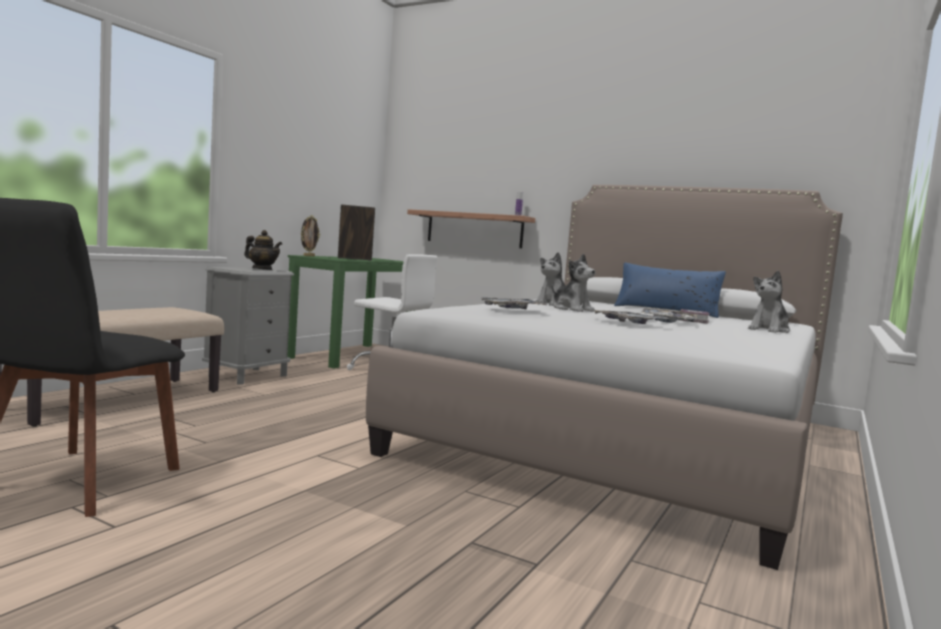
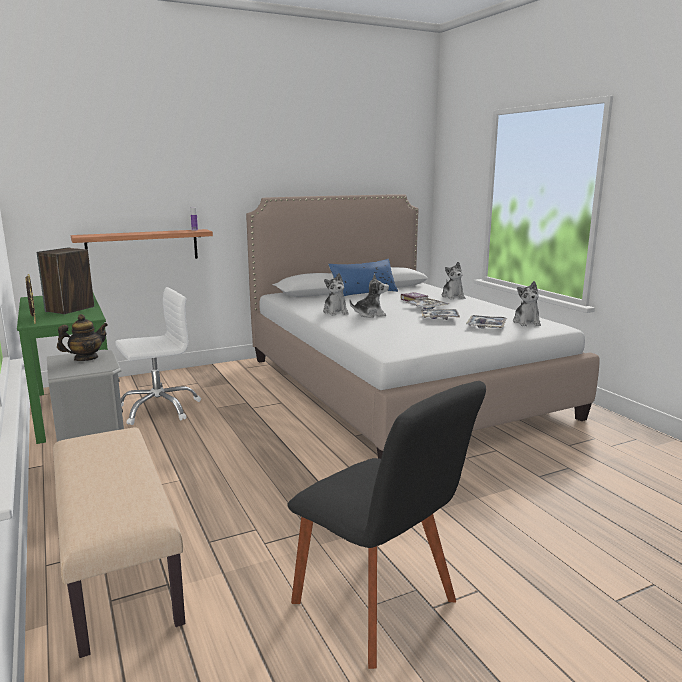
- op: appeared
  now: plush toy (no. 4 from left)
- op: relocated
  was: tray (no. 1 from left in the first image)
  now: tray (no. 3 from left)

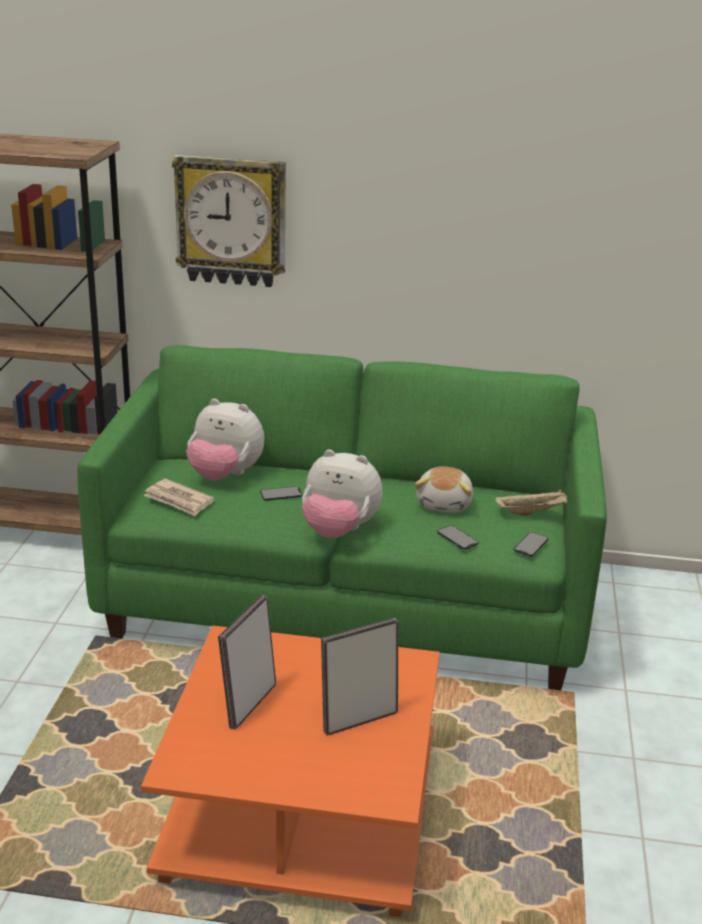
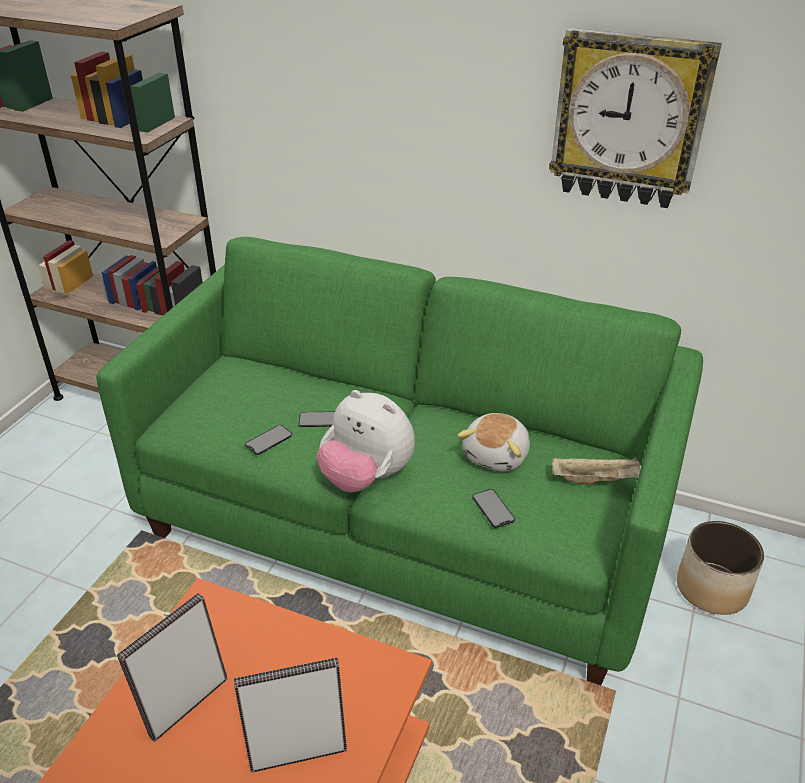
- op: missing
  was: newspaper
- op: missing
  was: plush toy (no. 1 from left)
- op: appeared
  now: planter
- op: relocated
  was: wall clock
- op: relocated
  was: phone (no. 3 from left in the first image)
  now: phone (no. 1 from left)

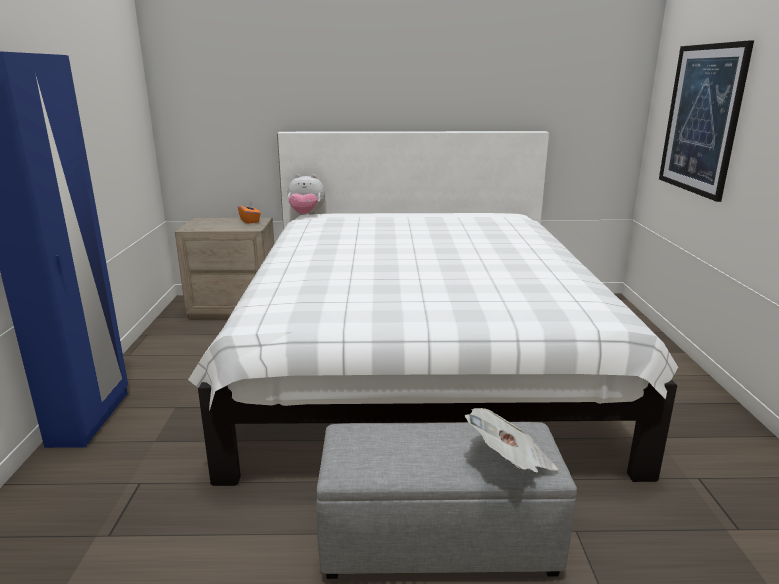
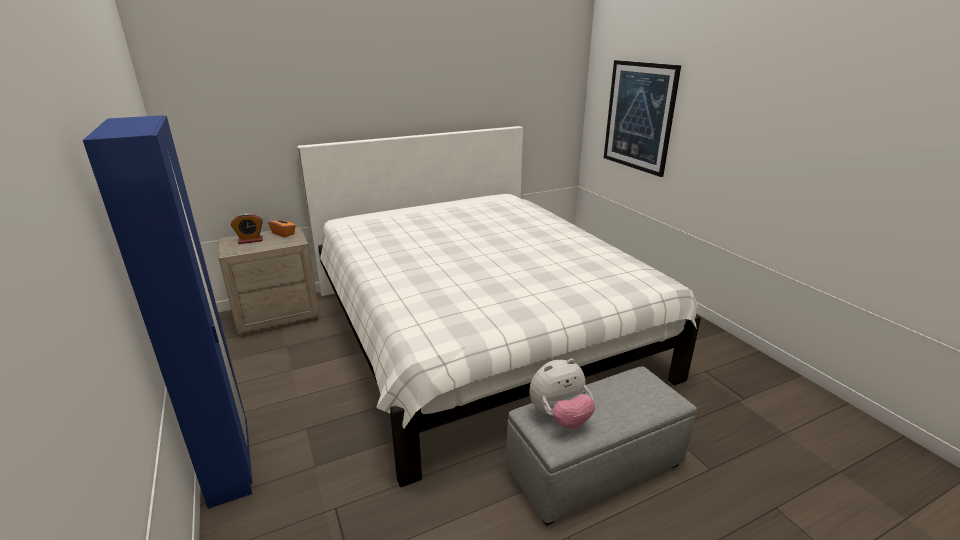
- op: missing
  was: newspaper
- op: appeared
  now: alarm clock
- op: relocated
  was: plush toy

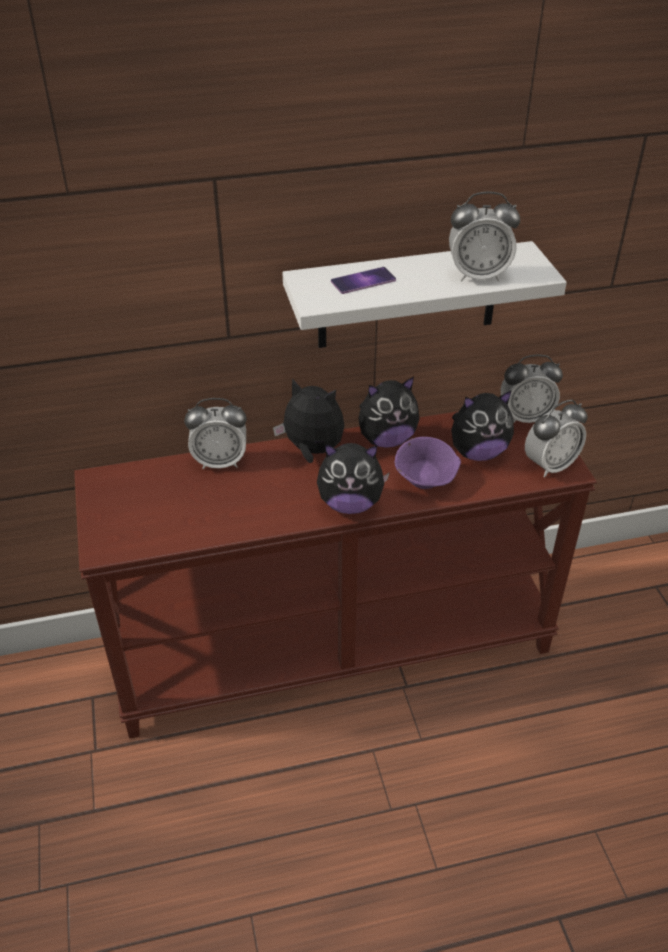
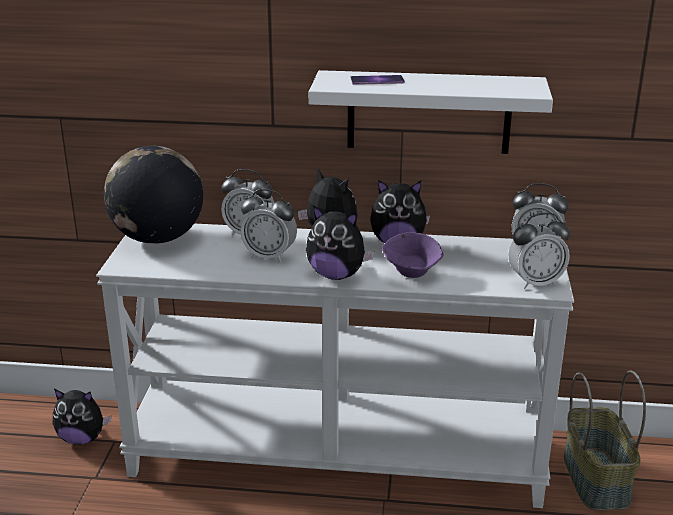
- op: appeared
  now: globe
- op: appeared
  now: basket
- op: relocated
  was: alarm clock (no. 2 from left)
- op: relocated
  was: plush toy (no. 4 from left in the first image)
  now: plush toy (no. 1 from left)
- op: colour
  was: console table in brown
  now: console table in white

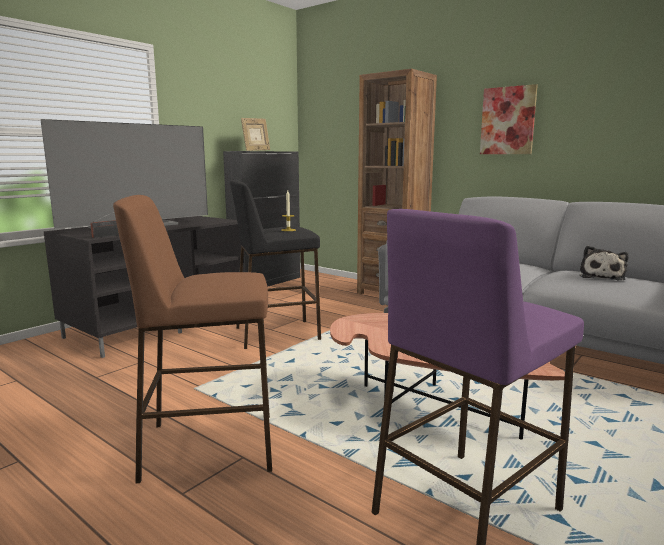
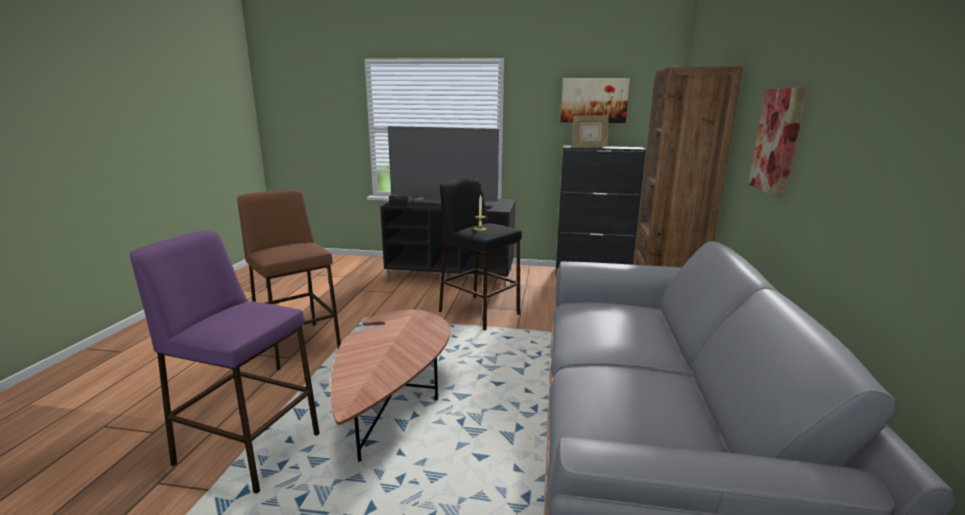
- op: missing
  was: plush toy
- op: appeared
  now: picture (no. 1 from left)

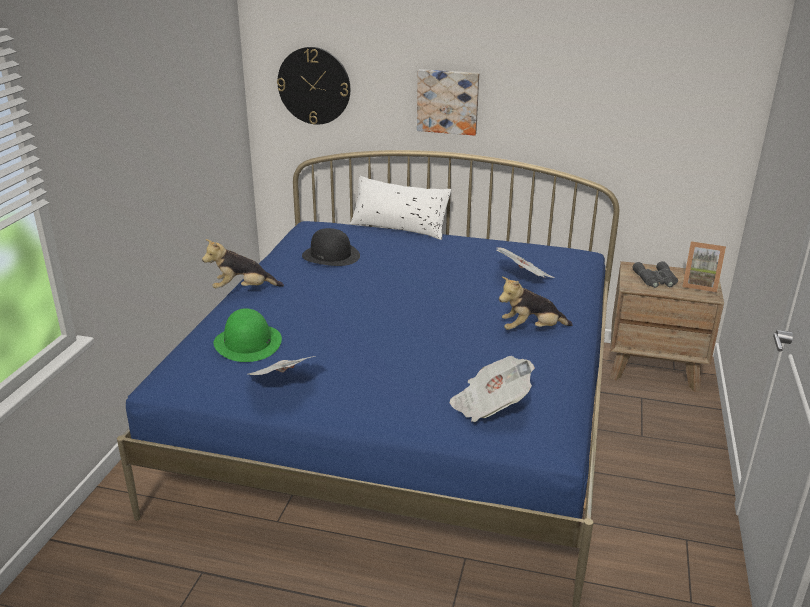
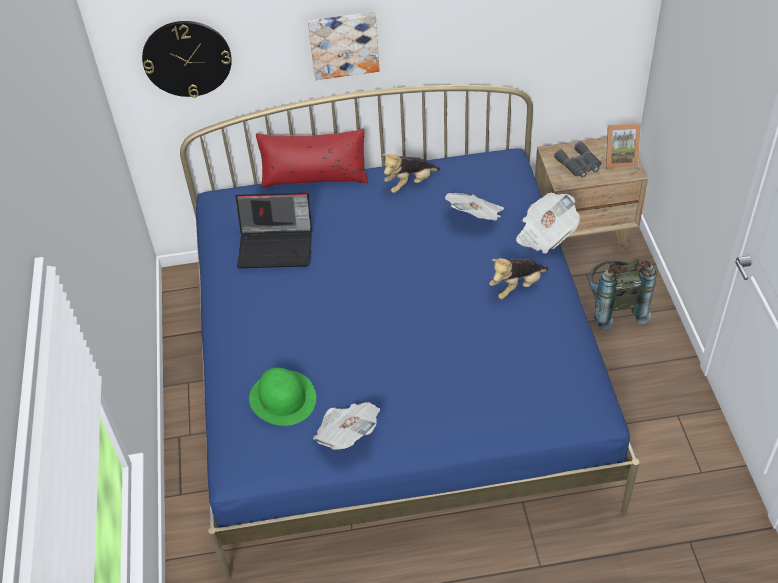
- op: appeared
  now: backpack in grey
- op: relocated
  was: plush toy (no. 1 from left)
- op: relocated
  was: newspaper (no. 2 from left in the first image)
  now: newspaper (no. 3 from left)
- op: exchanged
  was: hat in black
  now: laptop
- op: colour
  was: pillow in white
  now: pillow in red

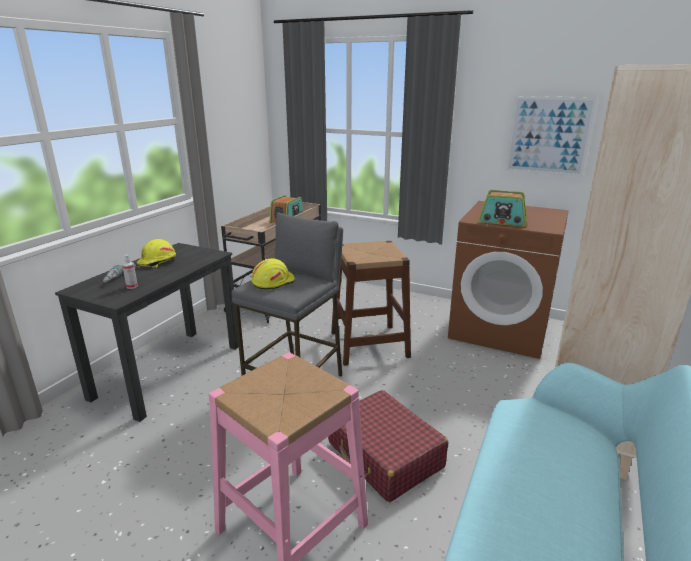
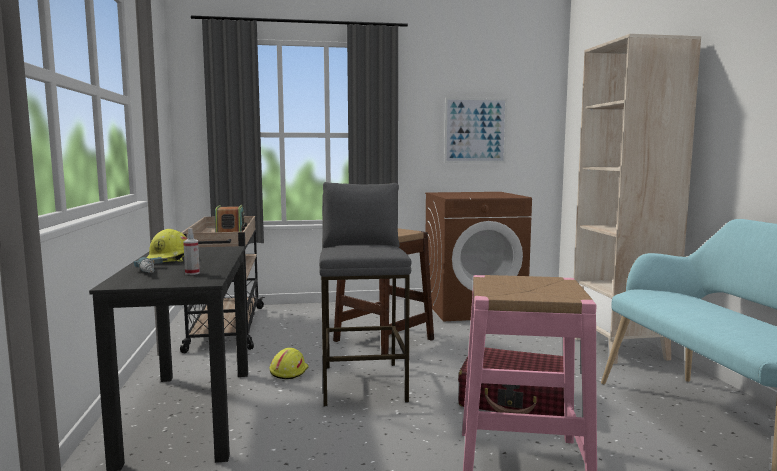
- op: missing
  was: radio (no. 2 from left)
- op: relocated
  was: hard hat in yellow (no. 2 from left)

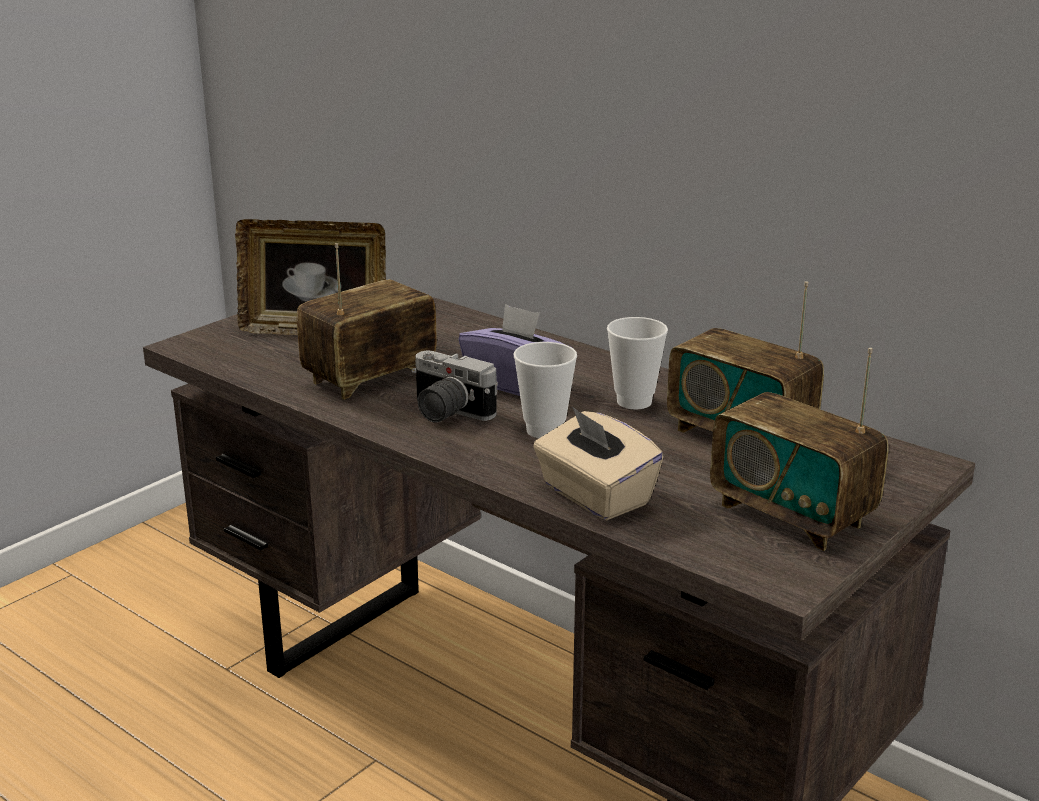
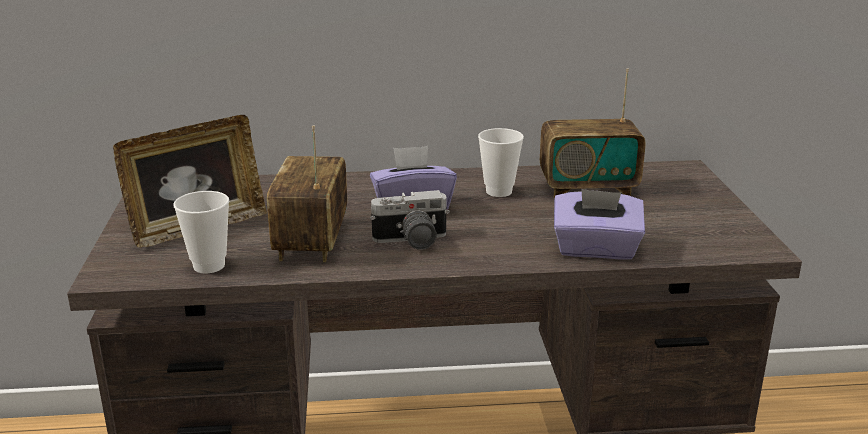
- op: missing
  was: radio (no. 3 from left)
- op: relocated
  was: cup (no. 1 from left)
- op: colour
  was: tissue box in beige
  now: tissue box in purple (no. 2 from left)

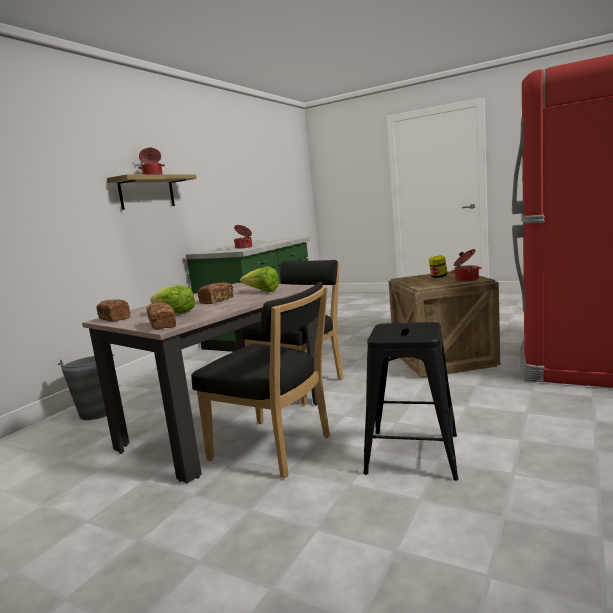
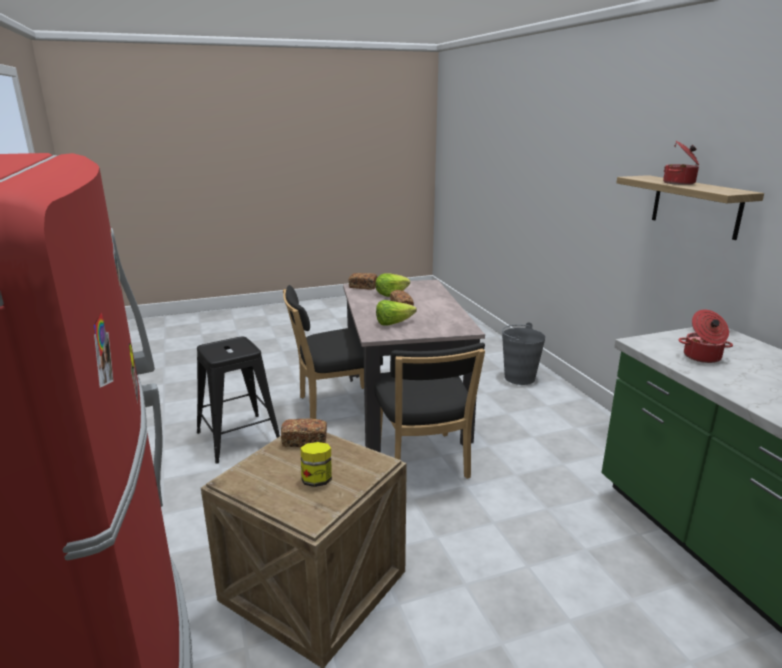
- op: missing
  was: cooking pot (no. 3 from left)
- op: relocated
  was: bread (no. 1 from left)

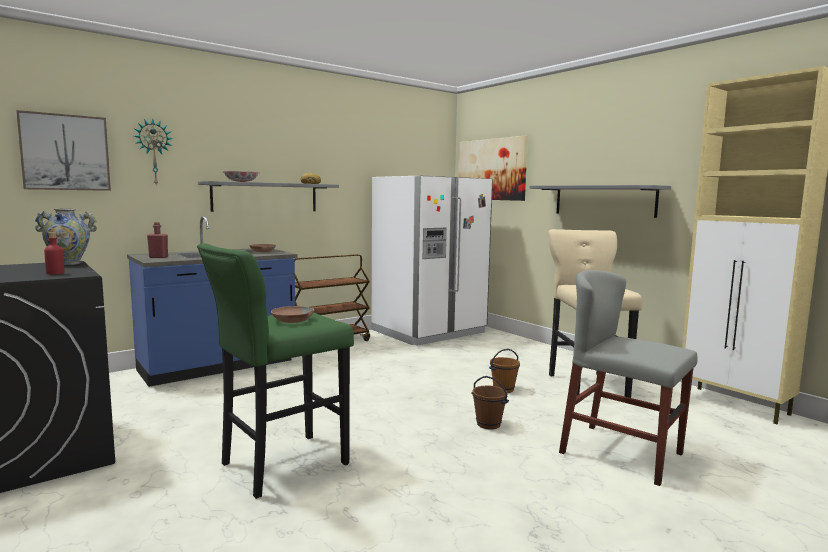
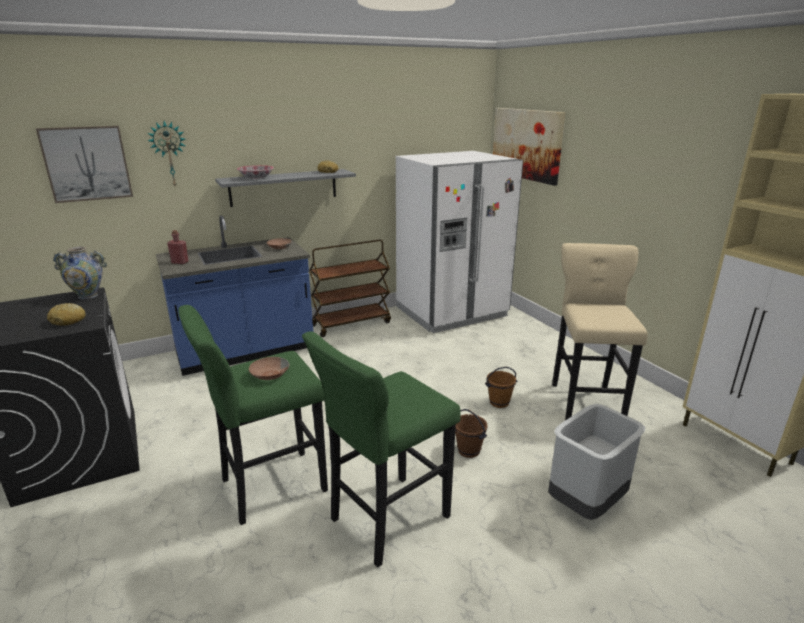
- op: missing
  was: shelf in grey (no. 2 from left)
- op: appeared
  now: stool in green (no. 2 from left)
- op: exchanged
  was: bottle in red (no. 1 from left)
  now: bread (no. 1 from left)
- op: exchanged
  was: chair in grey
  now: trash can in grey

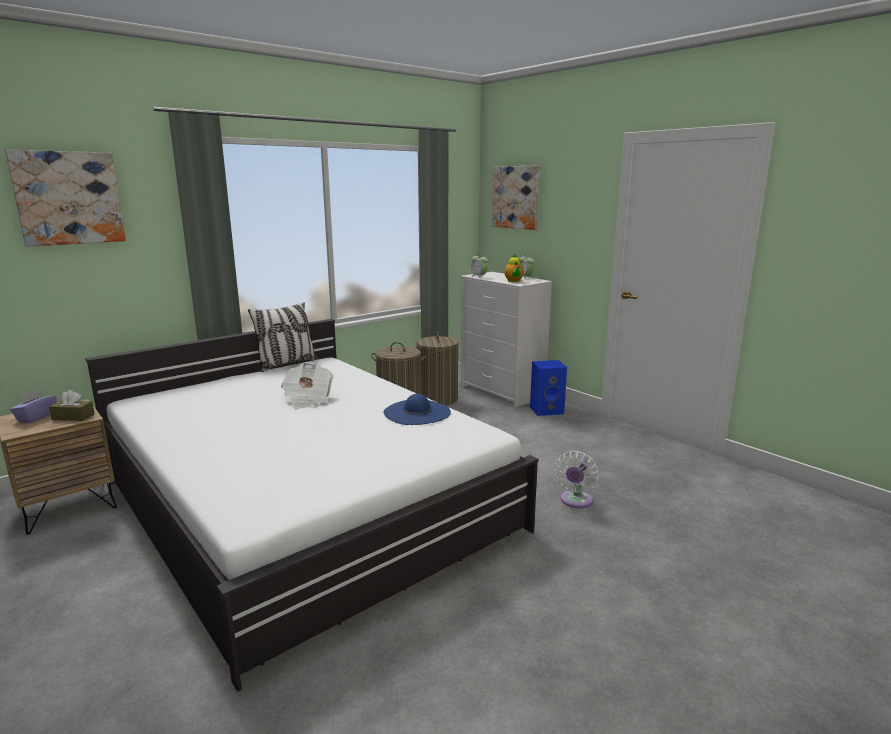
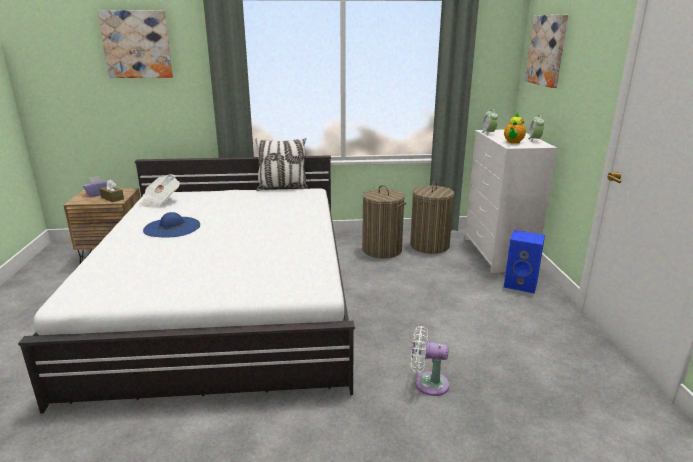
- op: relocated
  was: newspaper
- op: relocated
  was: hat in blue
- op: spun
  was: fan in white
  clockwise: 45

